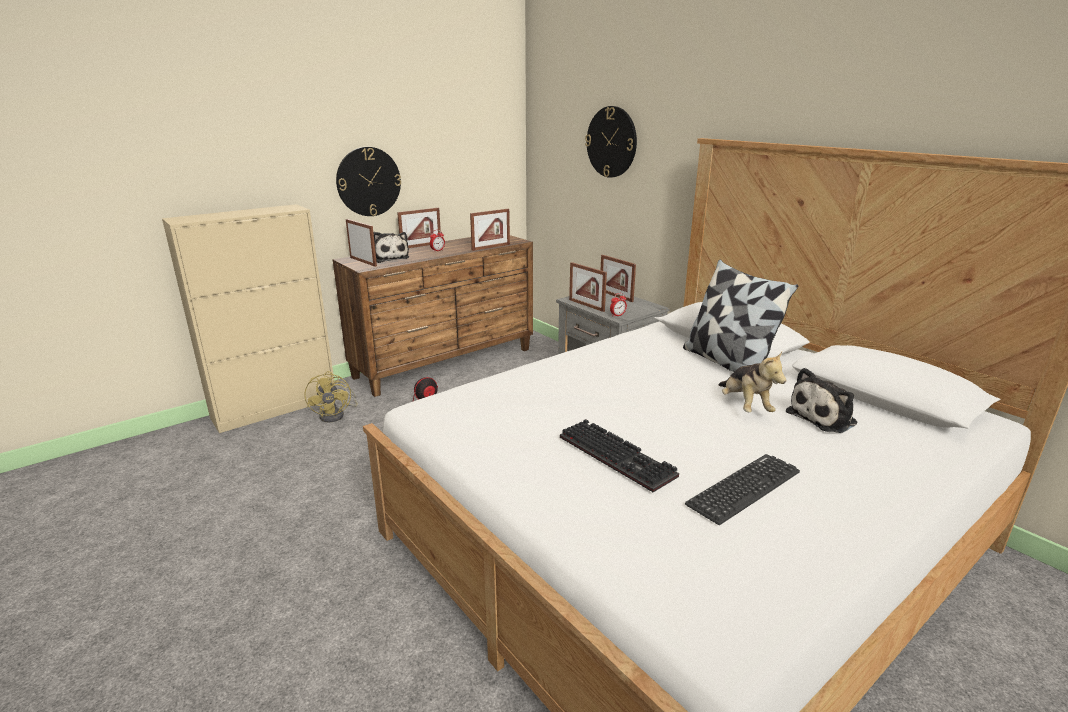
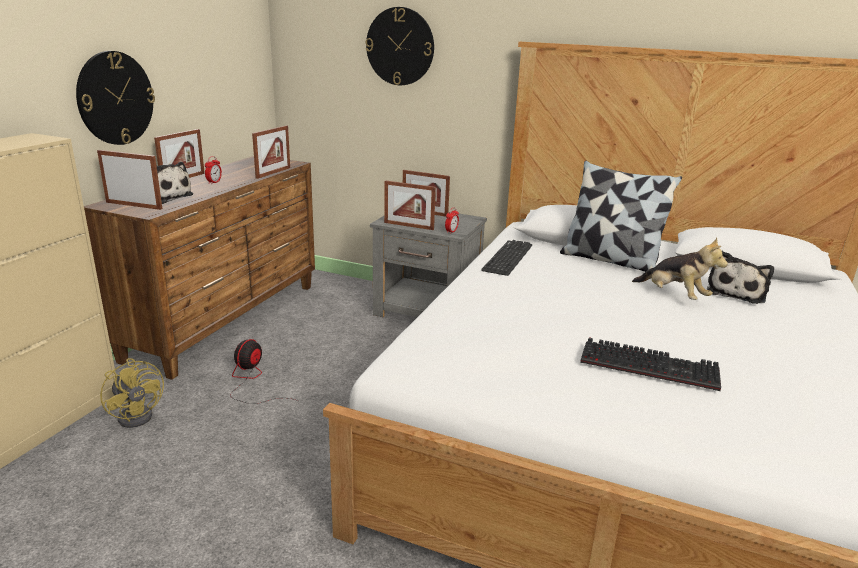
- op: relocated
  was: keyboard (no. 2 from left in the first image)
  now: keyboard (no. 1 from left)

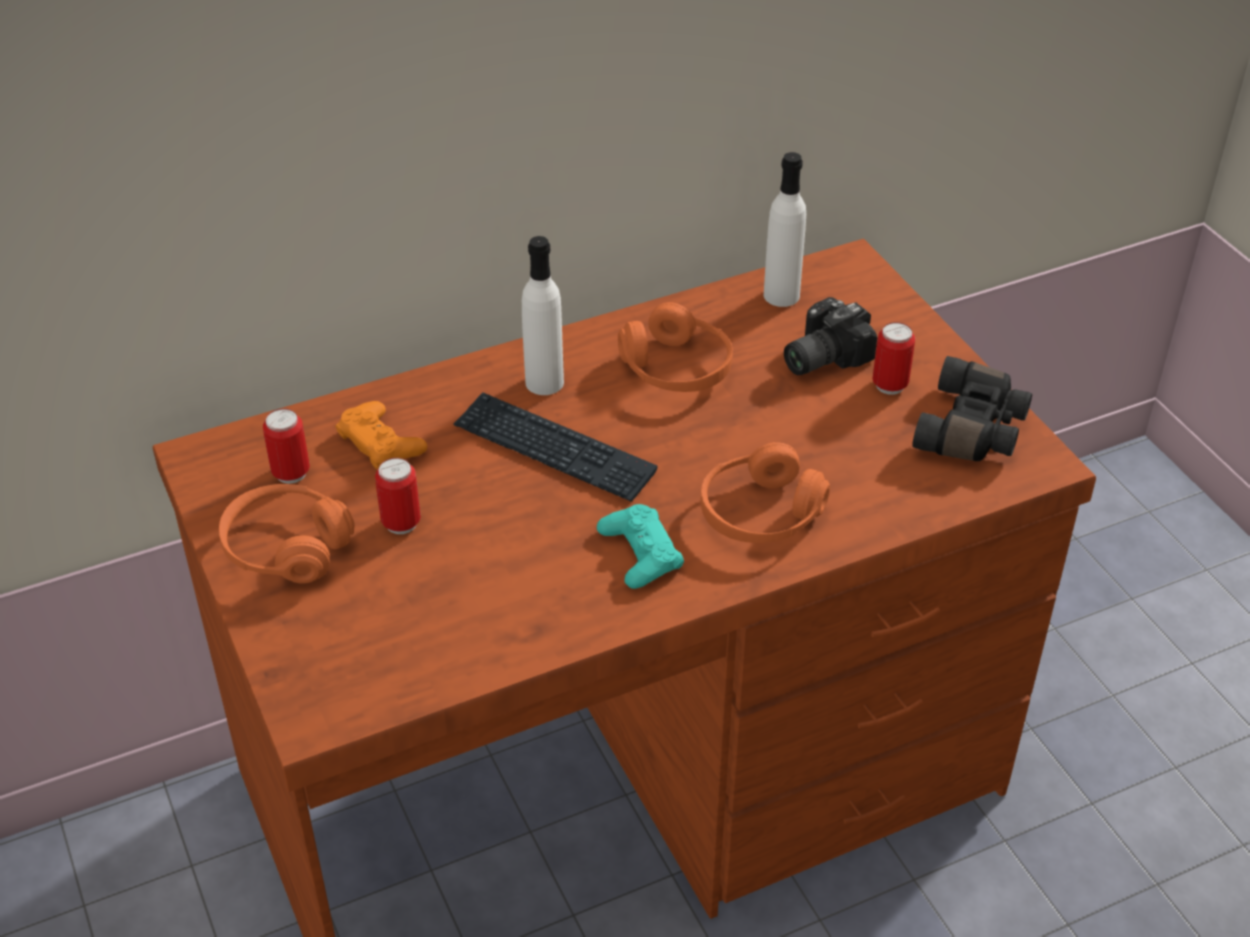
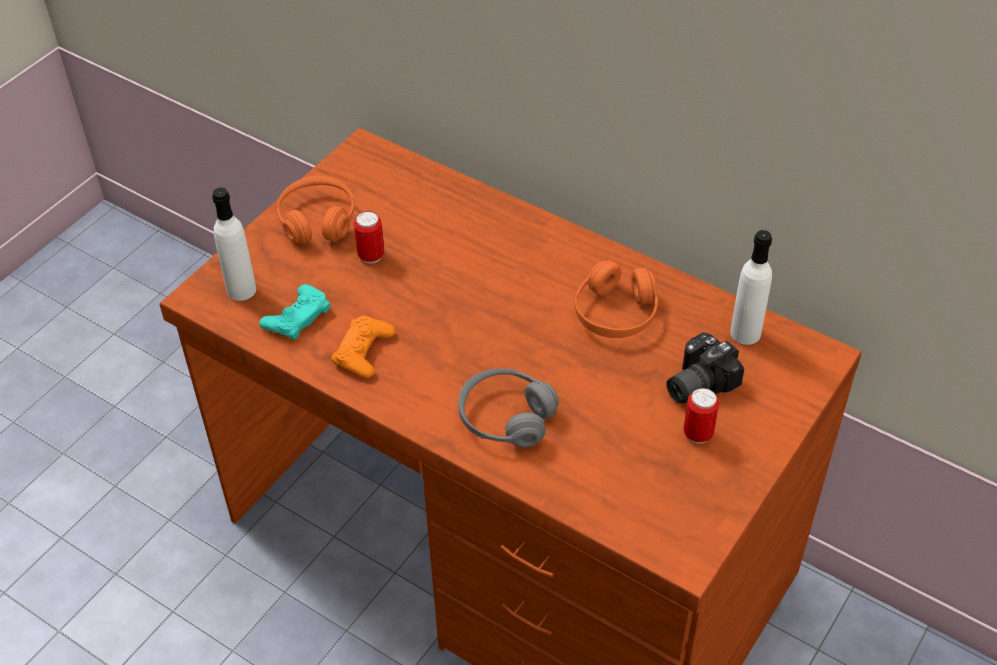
- op: missing
  was: can (no. 1 from left)
- op: missing
  was: keyboard
- op: missing
  was: binoculars in black
- op: relocated
  was: game controller in orange
- op: relocated
  was: bottle in white (no. 1 from left)
- op: relocated
  was: game controller in turquoise
- op: colour
  was: headphones in orange (no. 3 from left)
  now: headphones in grey
- op: spun
  was: photo camera
  clockwise: -60

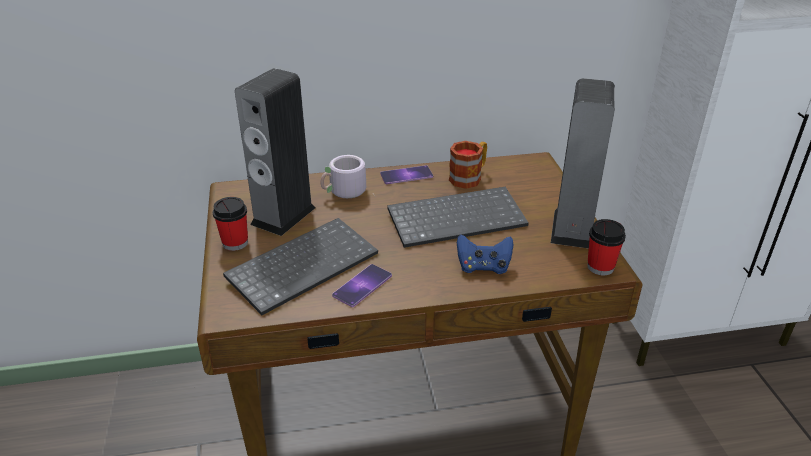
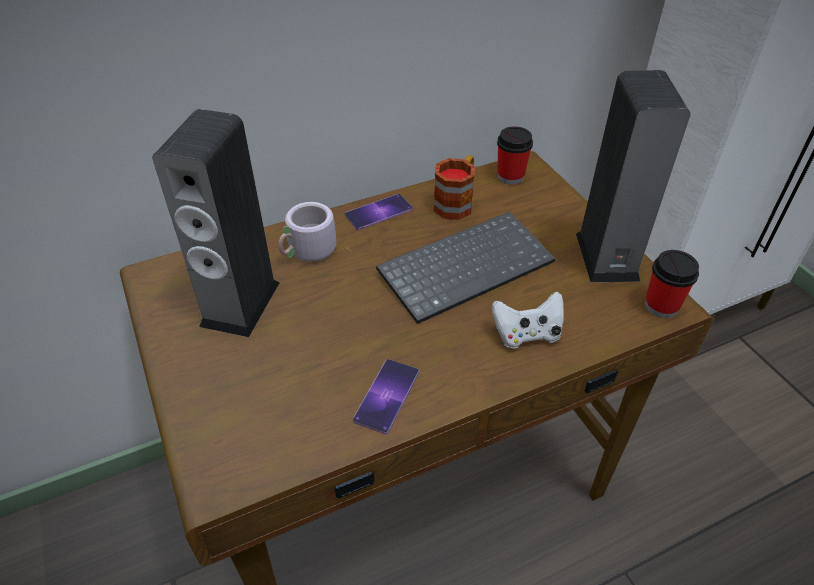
- op: missing
  was: keyboard (no. 1 from left)
- op: relocated
  was: cup (no. 1 from left)
- op: colour
  was: game controller in blue
  now: game controller in white

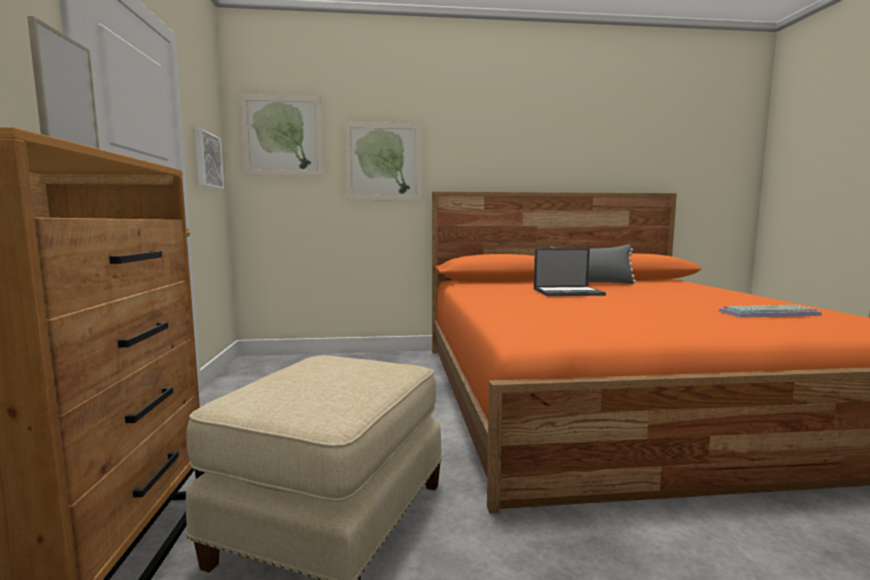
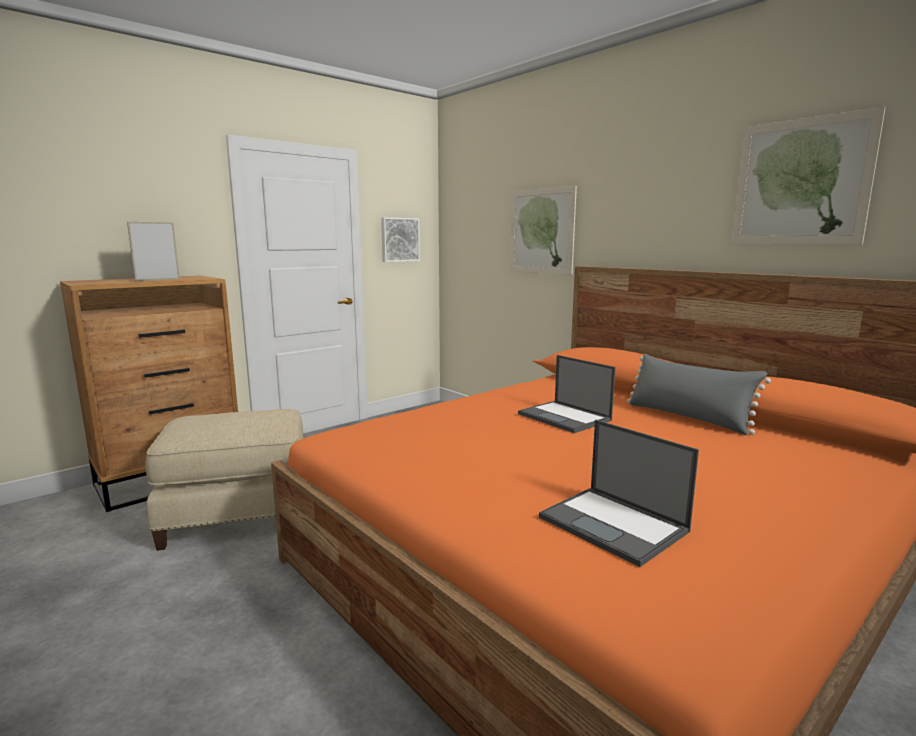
- op: relocated
  was: picture (no. 2 from left in the first image)
  now: picture (no. 3 from left)
- op: exchanged
  was: keyboard
  now: laptop (no. 2 from left)

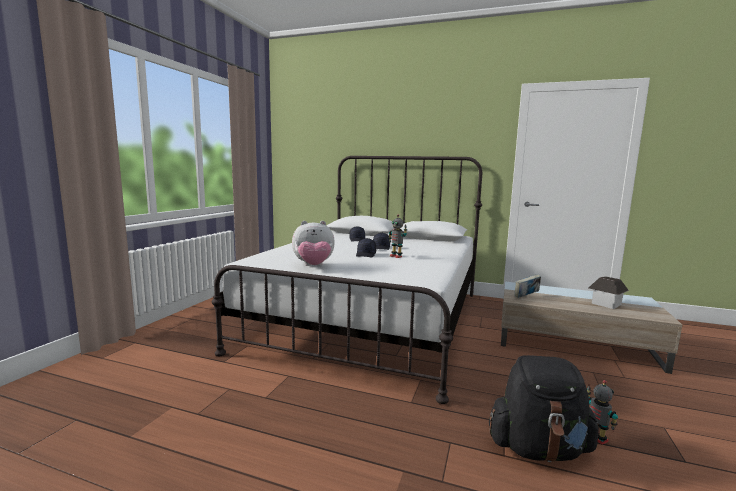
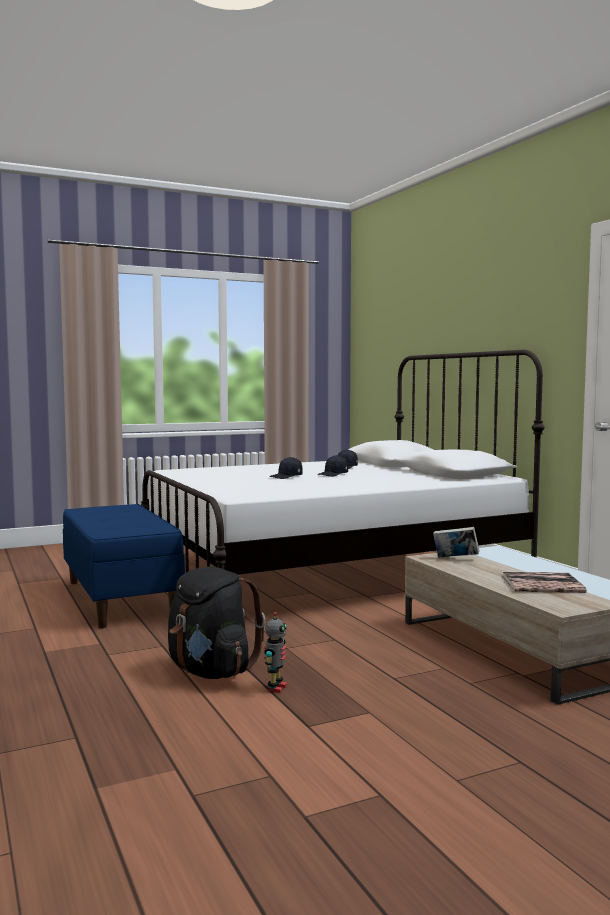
- op: missing
  was: plush toy
- op: missing
  was: toy robot (no. 1 from left)
- op: appeared
  now: bench in blue
- op: exchanged
  was: toy house
  now: book (no. 2 from left)

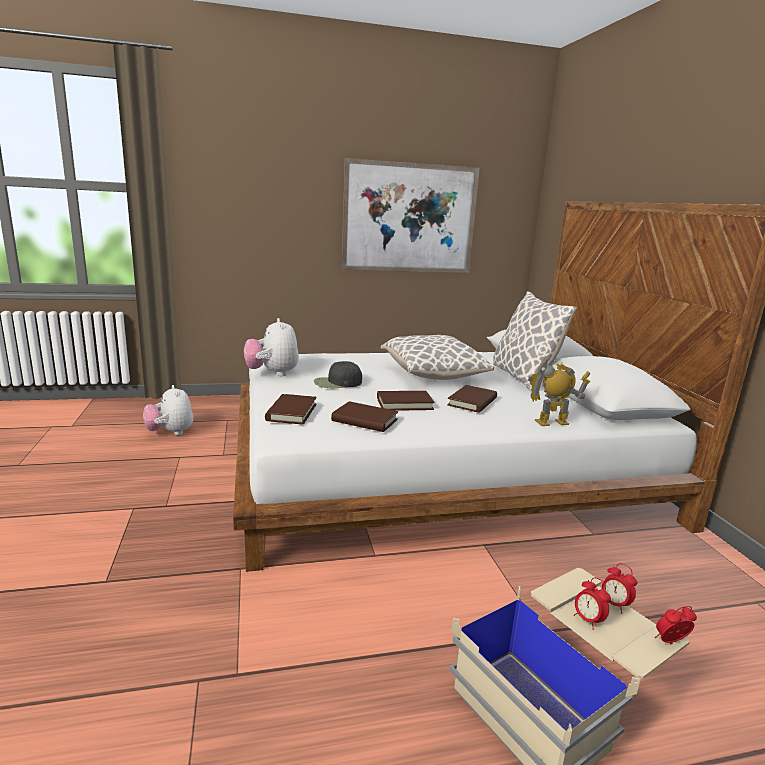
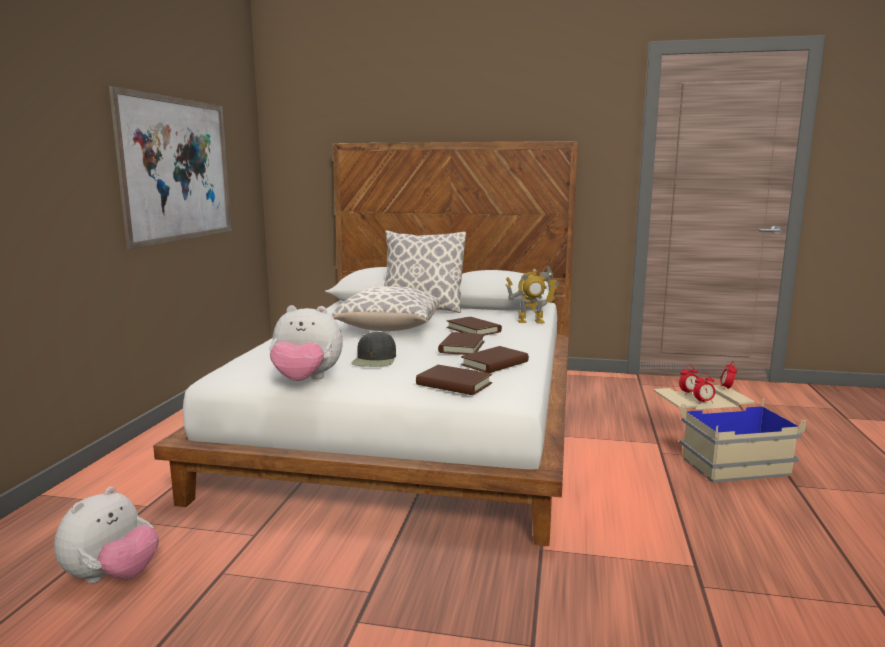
- op: spun
  was: plush toy (no. 1 from left)
  clockwise: -60
- op: spun
  was: toy robot
  clockwise: -105

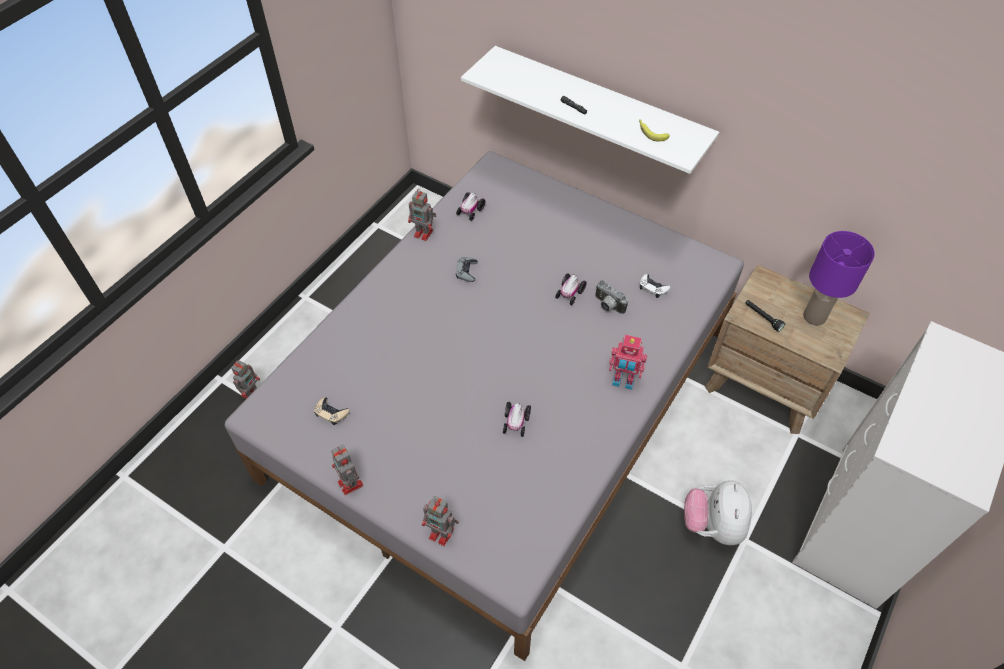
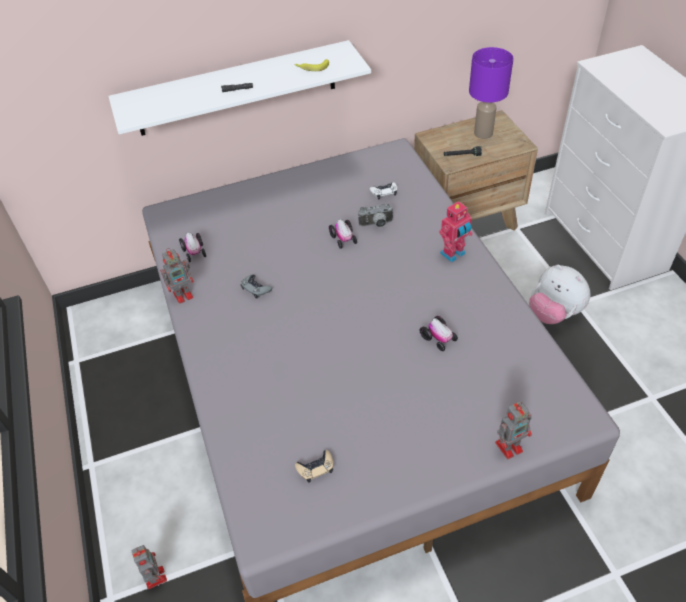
- op: missing
  was: toy robot (no. 2 from left)

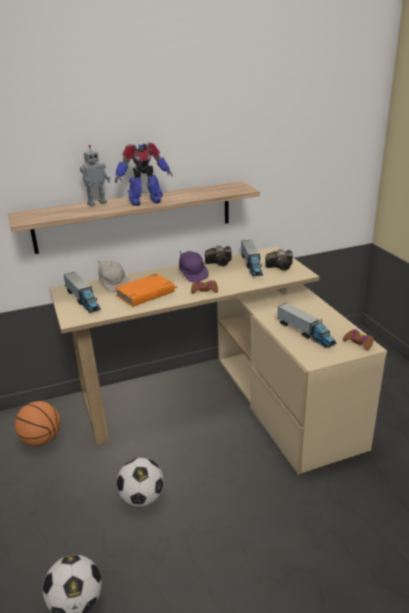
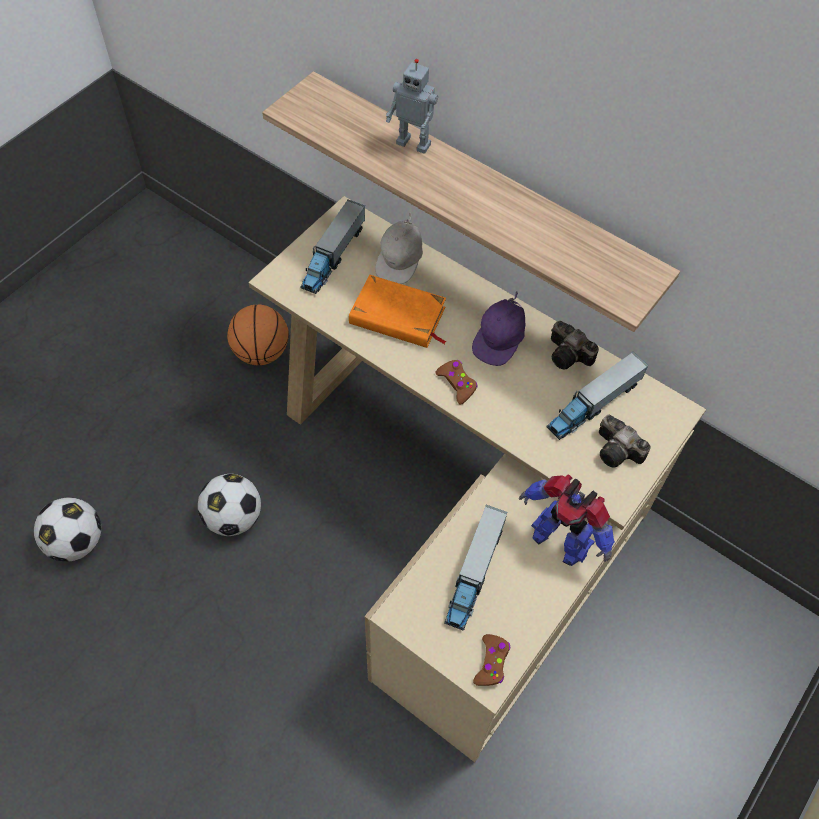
- op: relocated
  was: toy robot (no. 2 from left)

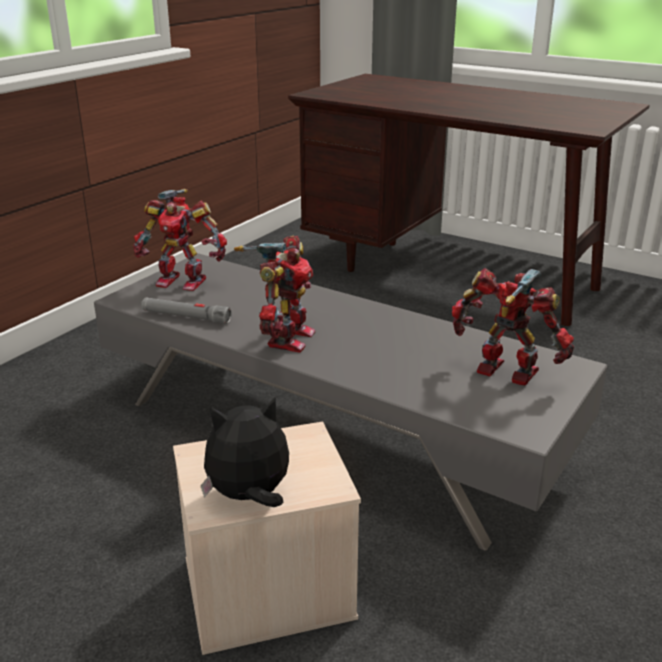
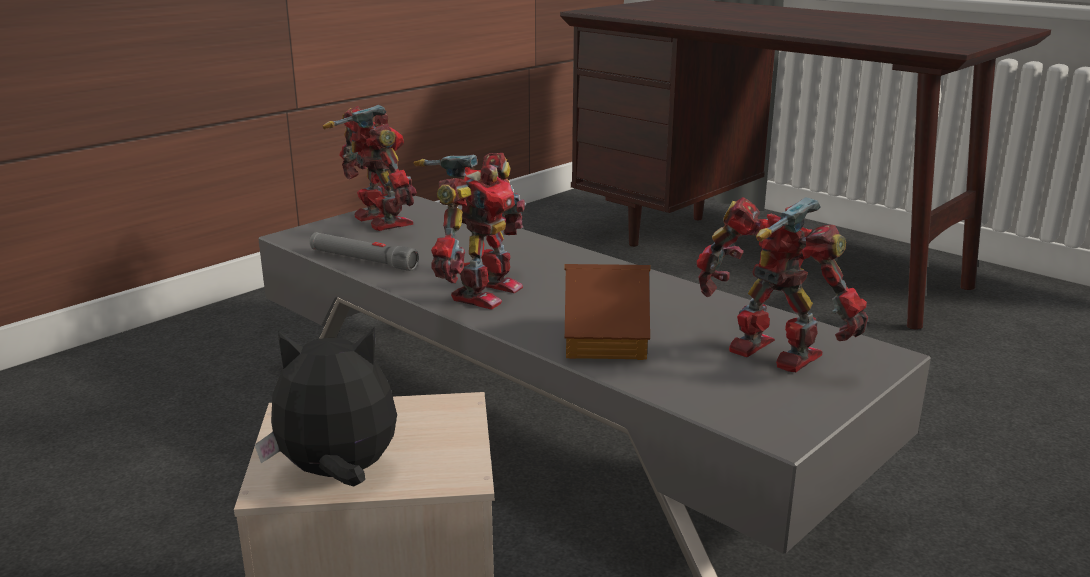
- op: appeared
  now: toy house
- op: spun
  was: toy robot (no. 1 from left)
  clockwise: -150

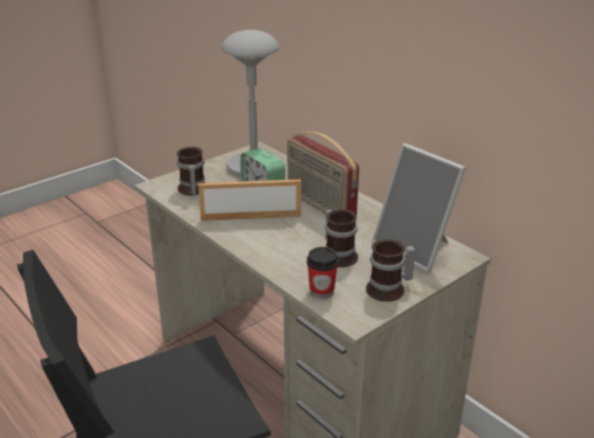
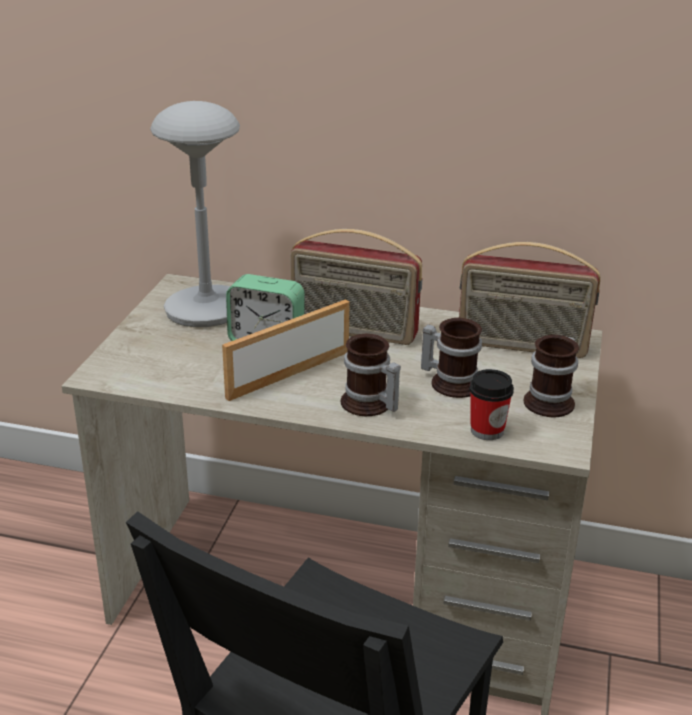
- op: relocated
  was: mug (no. 1 from left)
- op: exchanged
  was: picture frame (no. 2 from left)
  now: radio (no. 2 from left)

